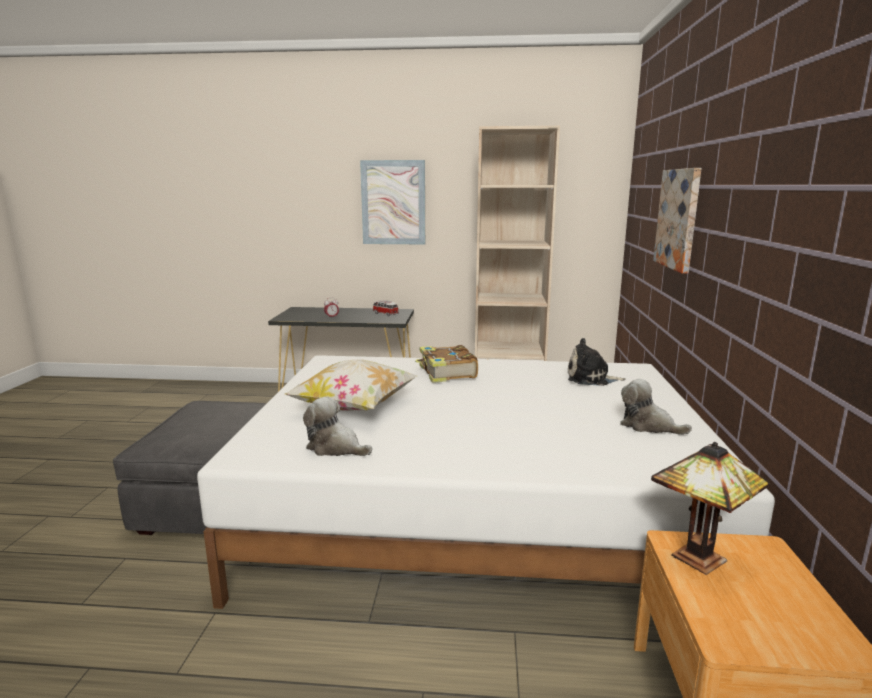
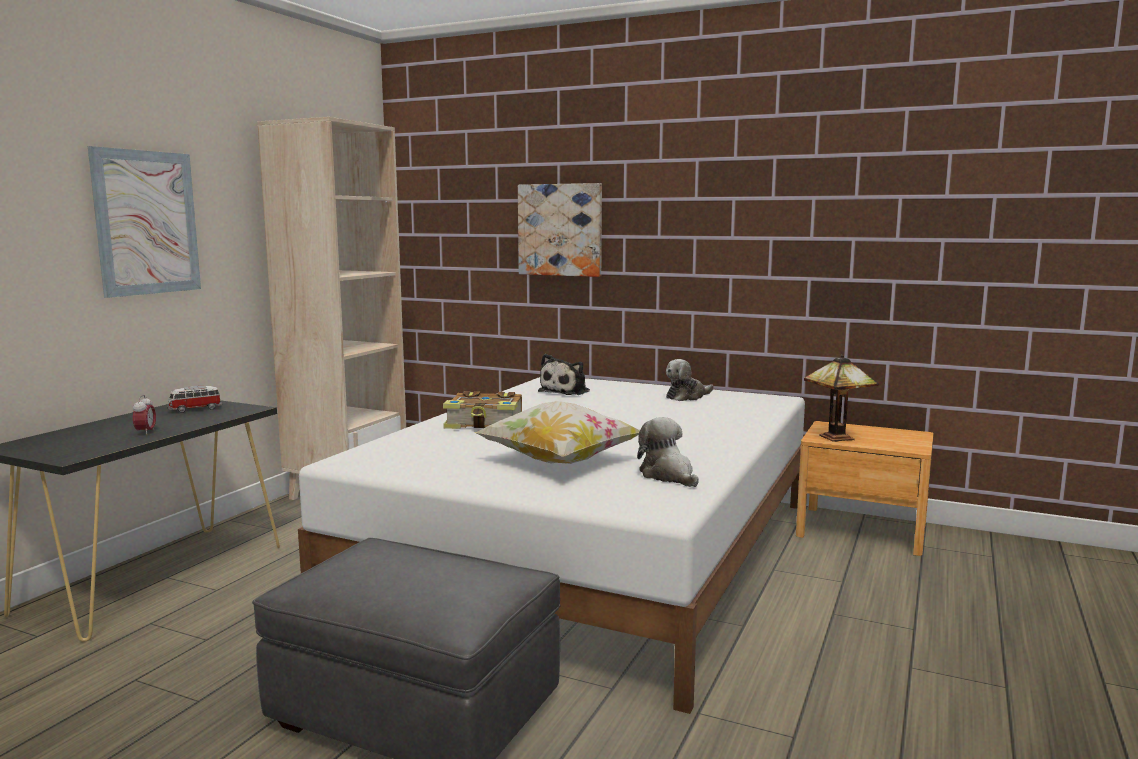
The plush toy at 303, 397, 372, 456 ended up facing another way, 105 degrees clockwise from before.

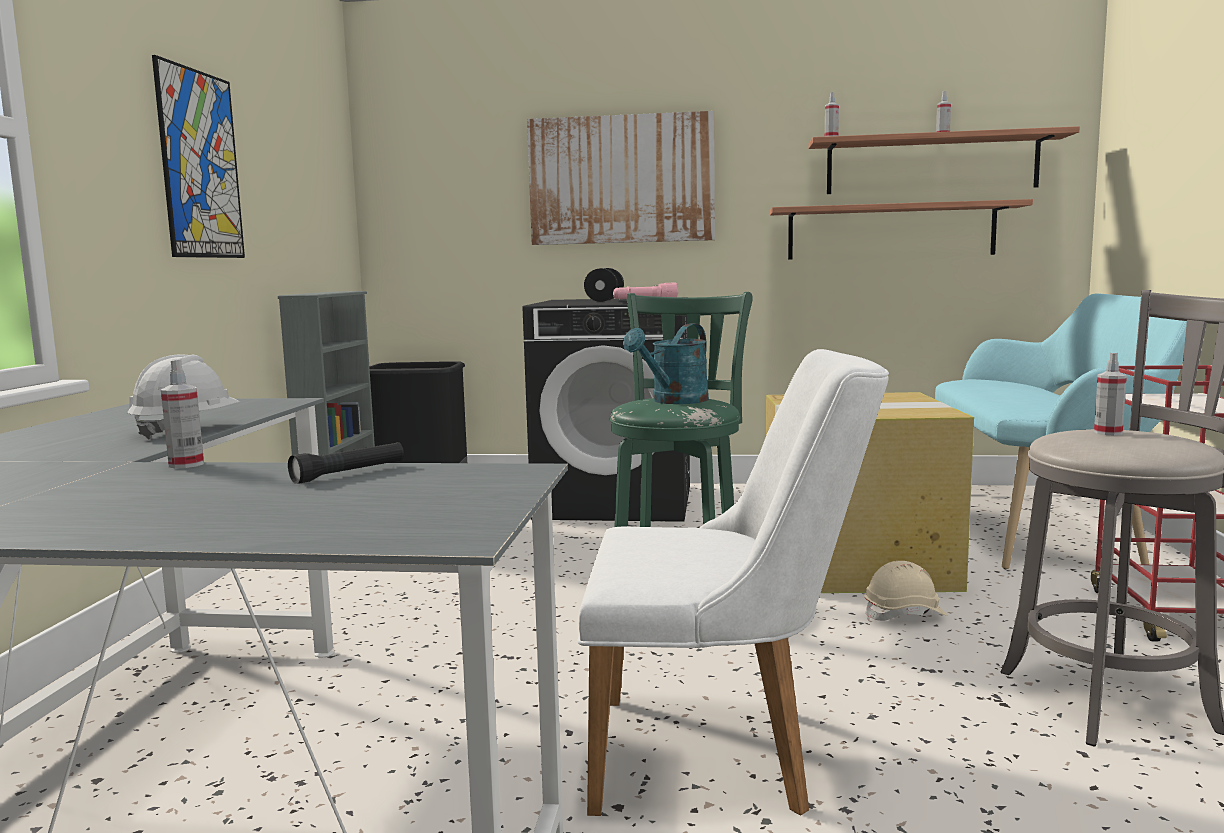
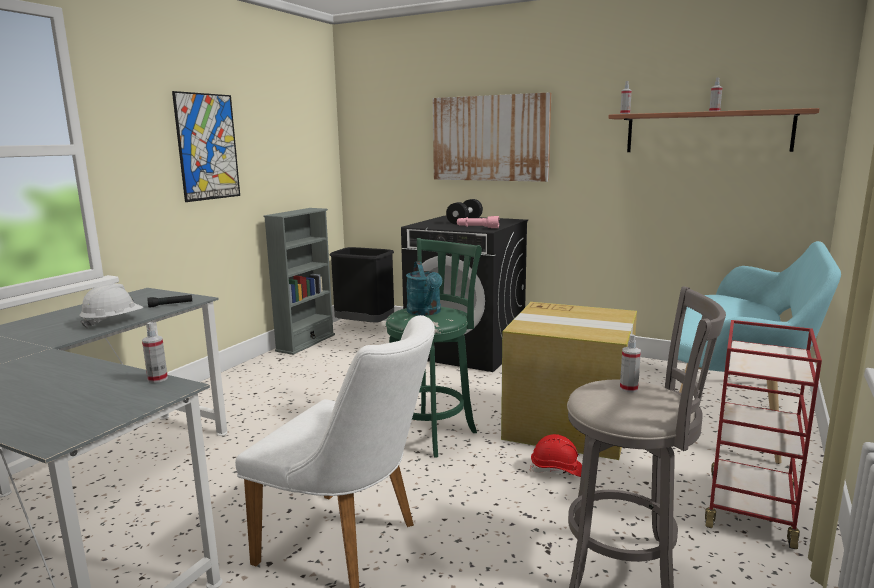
The spray bottle ended up elsewhere, having gone from 161, 359, 204, 468 to 142, 322, 168, 383. The black flashlight ended up elsewhere, having gone from 288, 442, 404, 484 to 147, 295, 193, 308. The turquoise watering can at 623, 323, 709, 404 ended up facing another way, 75 degrees counterclockwise from before. What was the beige hard hat at 864, 561, 948, 621 turned into the red hard hat at 530, 434, 582, 477. The second view lost the shelf at 770, 199, 1033, 260.

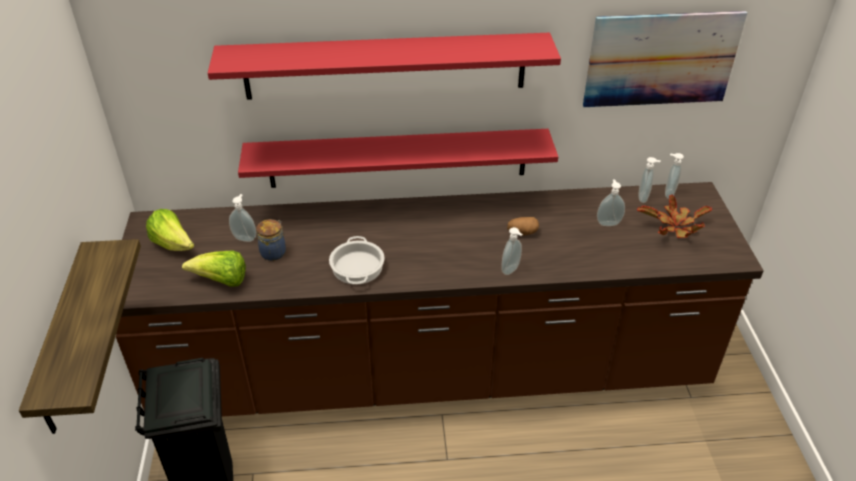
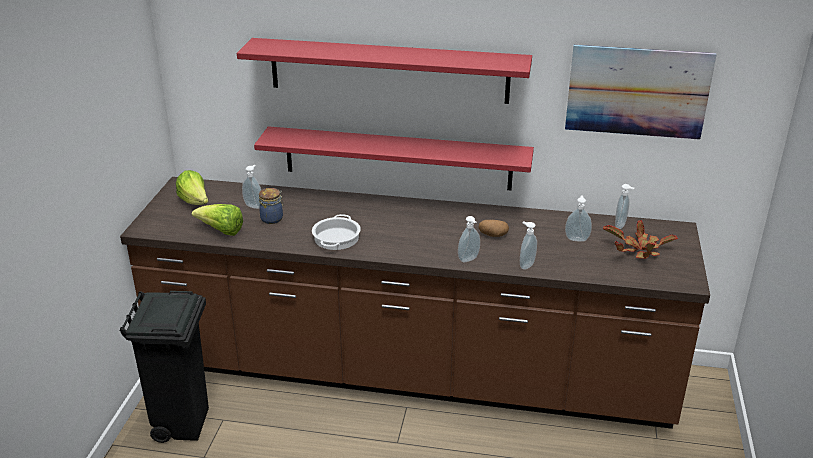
The soap dispenser ended up elsewhere, having gone from 665, 153, 684, 199 to 520, 221, 537, 270. The second view lost the shelf at 19, 239, 141, 434.

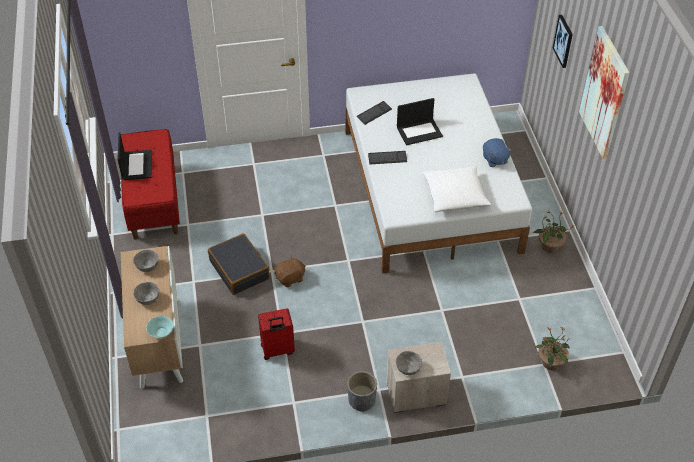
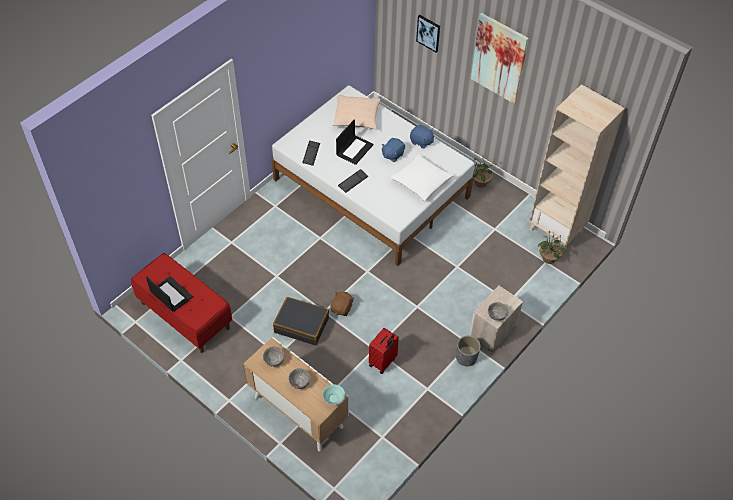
The second view gained the beige pillow at 333, 95, 380, 129. The second view gained the blue plush toy at 381, 138, 405, 162. The second view gained the beige bookcase at 529, 84, 625, 250.

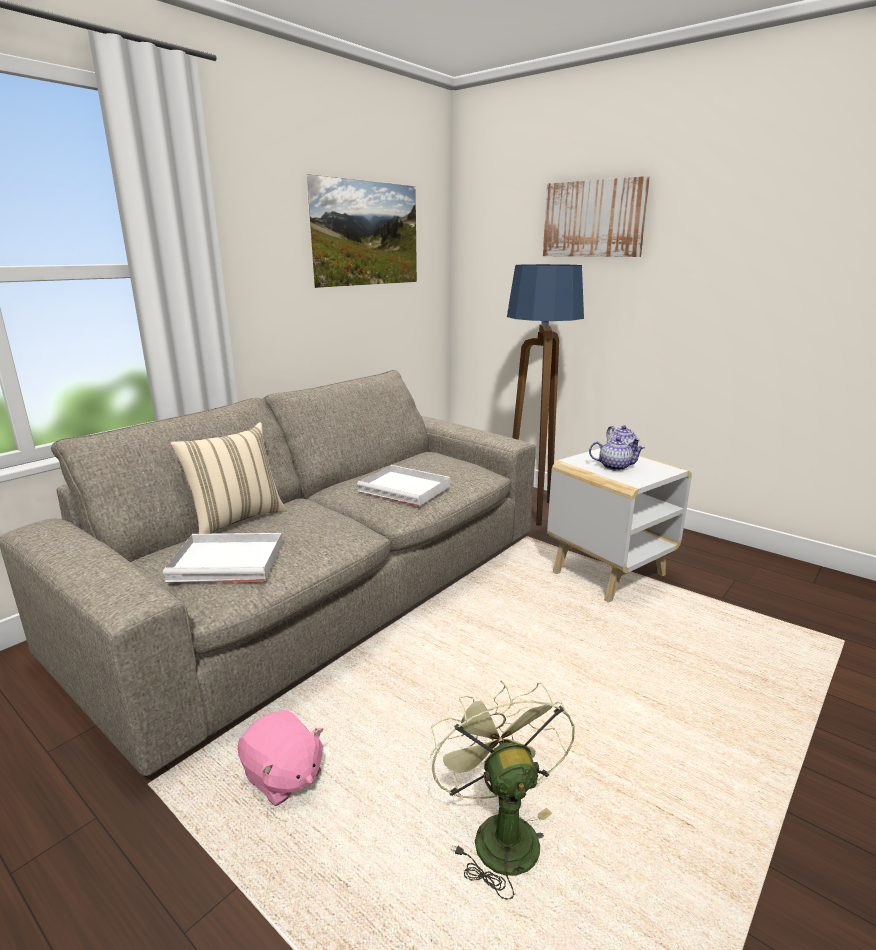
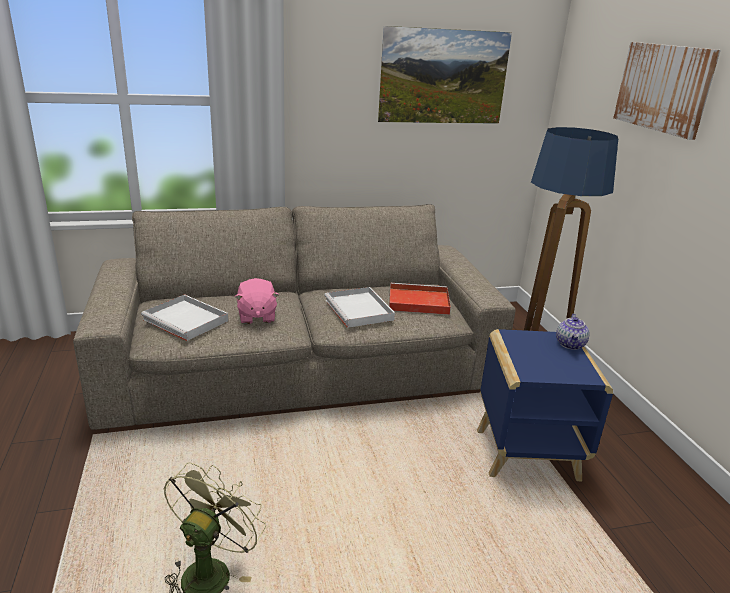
The pink plush toy ended up elsewhere, having gone from 238, 710, 324, 806 to 235, 278, 279, 324. The second view gained the red tray at 389, 283, 451, 315. What was the white side table at 547, 448, 692, 603 turned into the blue side table at 477, 329, 613, 481. The second view lost the beige pillow at 170, 422, 287, 534. The second view lost the teapot at 589, 437, 645, 471.

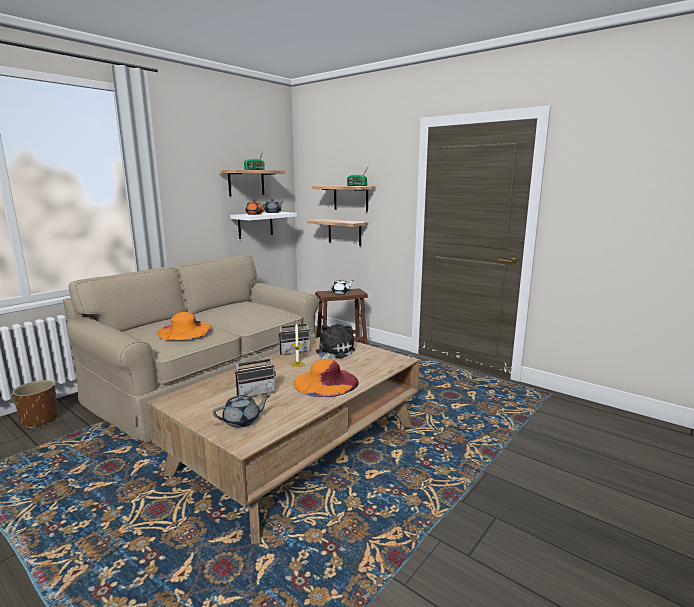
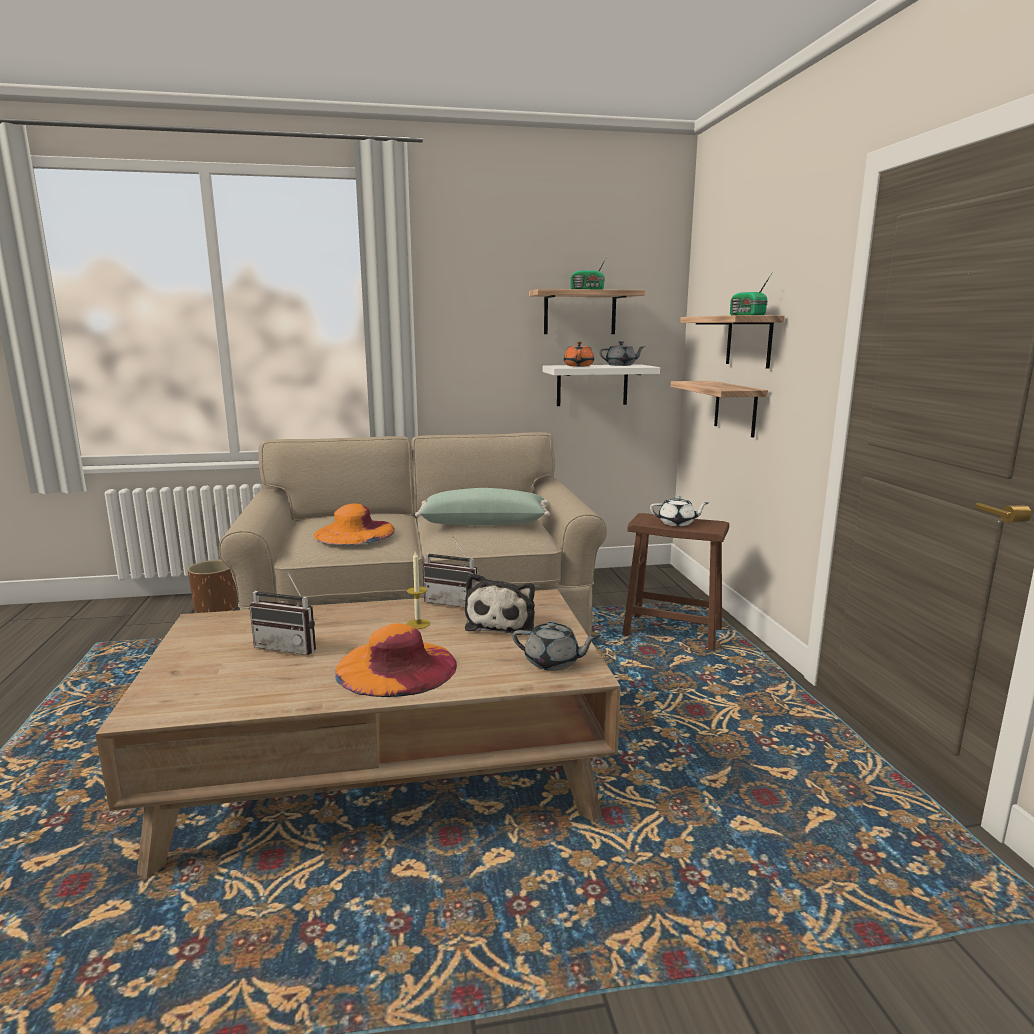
The second view gained the green pillow at 415, 488, 550, 525. The plush toy at 316, 324, 355, 359 ended up facing another way, 120 degrees clockwise from before. The grey teapot ended up elsewhere, having gone from 213, 395, 270, 428 to 512, 621, 599, 671.

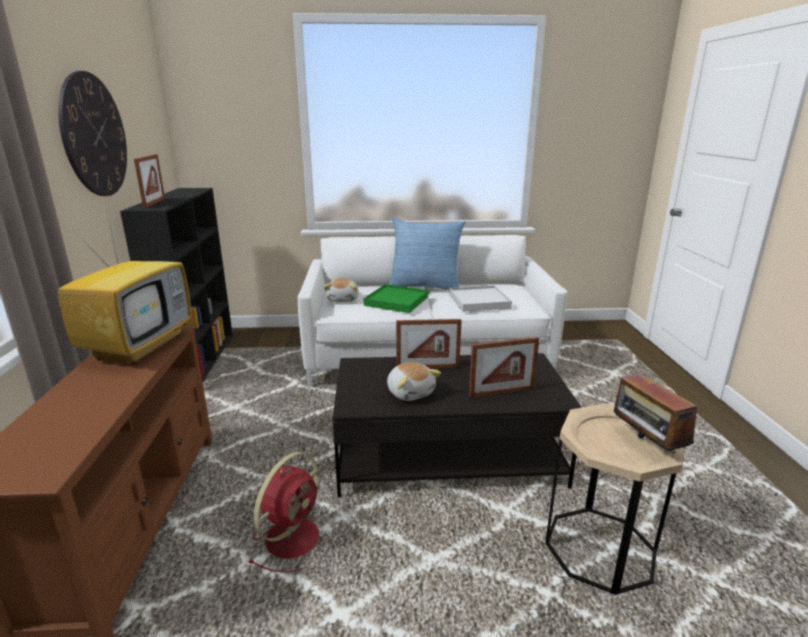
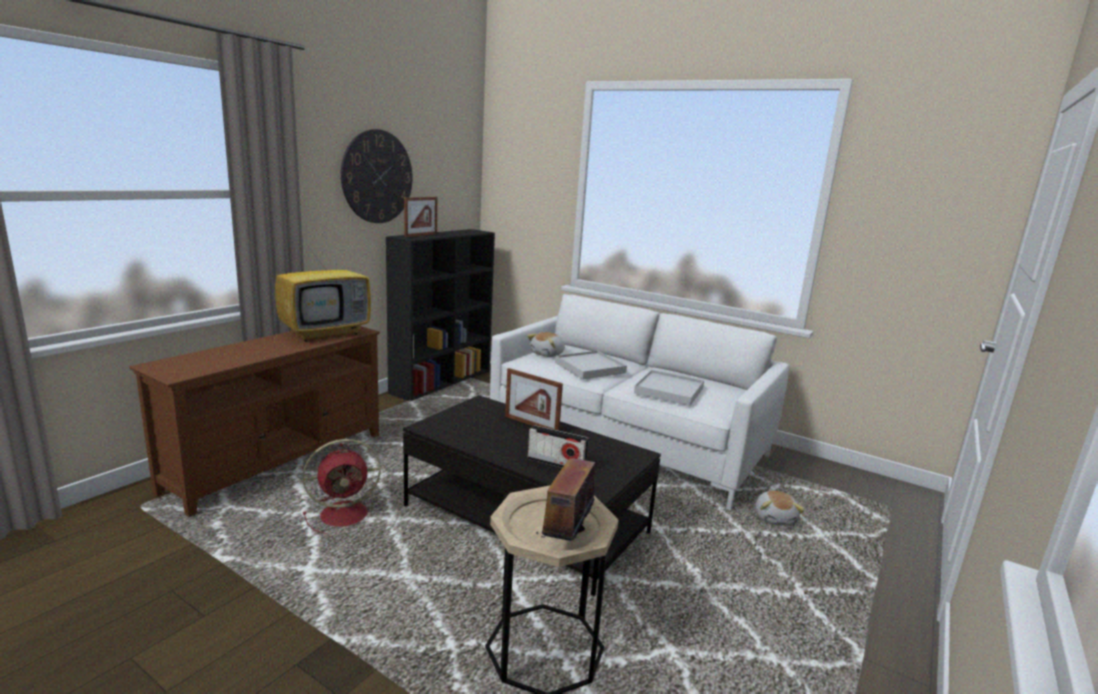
Where the picture frame stood at 469, 337, 539, 398, the radio came to stand at 528, 425, 589, 468. What was the green tray at 363, 284, 428, 313 turned into the white tray at 555, 351, 627, 379. The plush toy ended up elsewhere, having gone from 387, 362, 441, 401 to 755, 491, 805, 526. The second view lost the pillow at 389, 218, 466, 290.

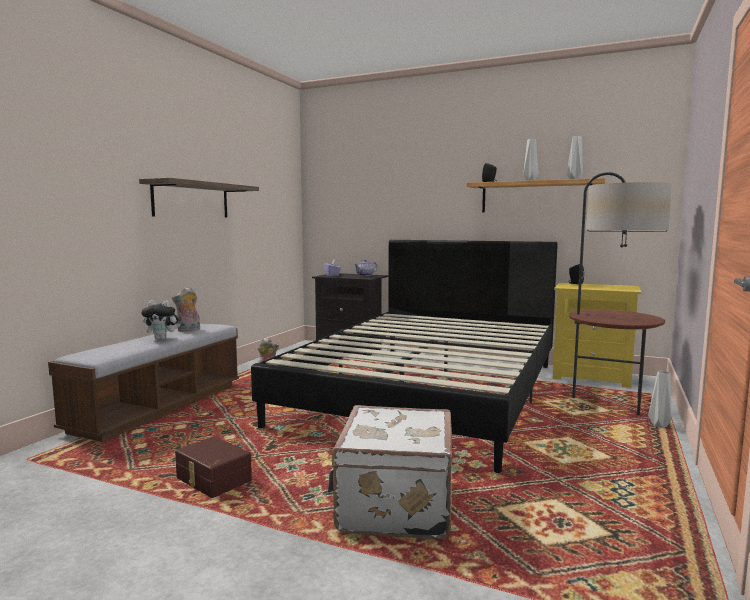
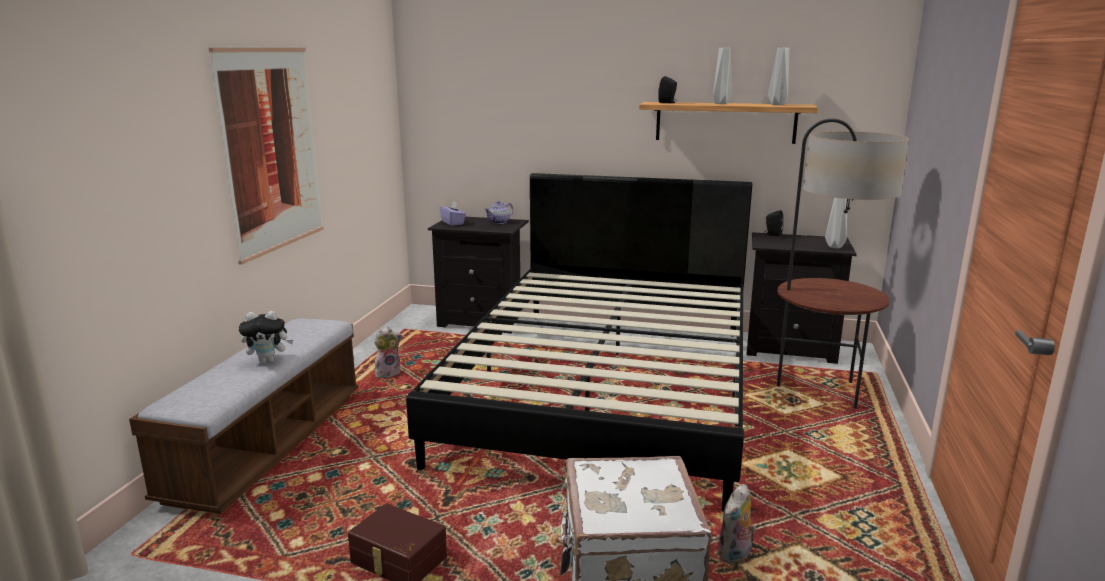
Where the shelf hung at 139, 178, 259, 218, the picture came to hang at 209, 46, 324, 265. The plush toy ended up elsewhere, having gone from 172, 287, 200, 332 to 718, 484, 756, 563. What was the yellow nightstand at 553, 283, 642, 388 turned into the black nightstand at 746, 232, 857, 364. The grey vase ended up elsewhere, having gone from 648, 371, 671, 428 to 825, 198, 848, 248.

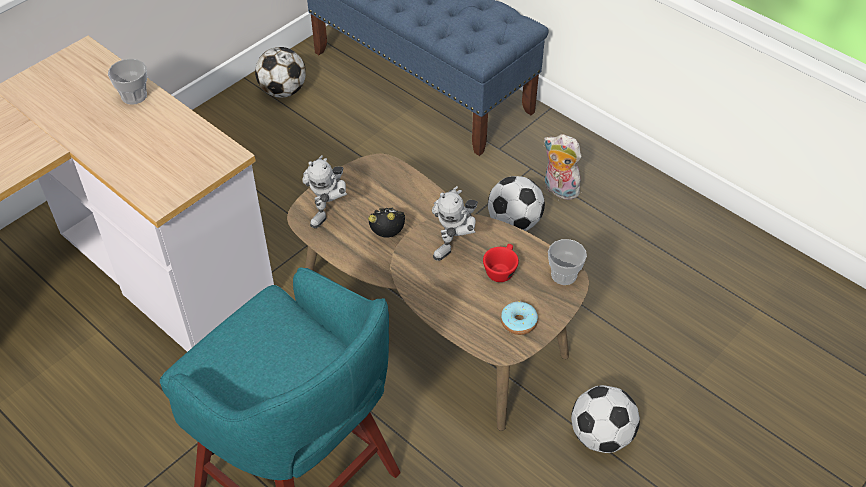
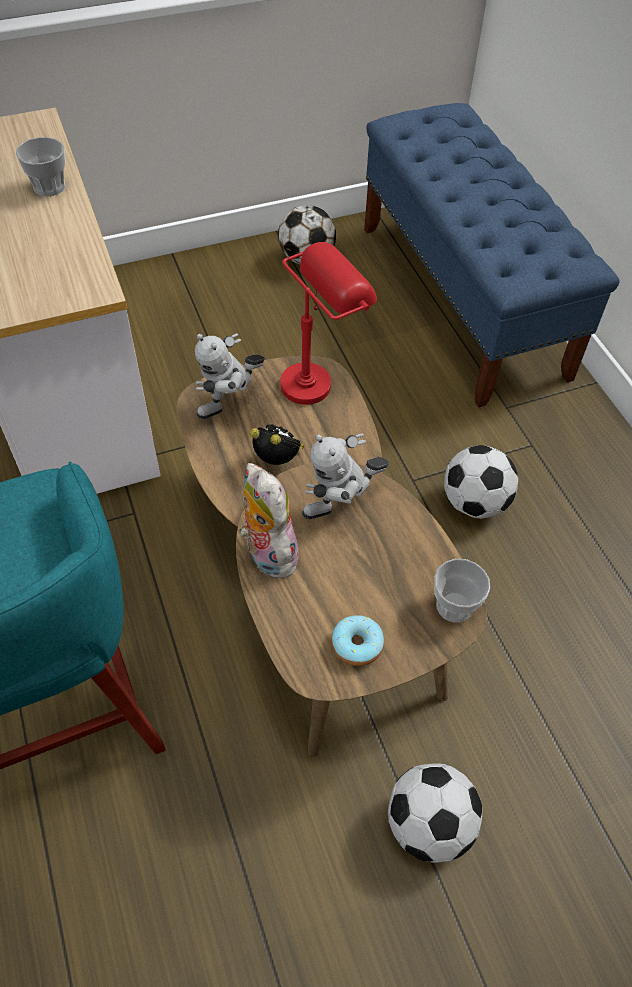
The plush toy ended up elsewhere, having gone from 544, 134, 582, 200 to 239, 463, 299, 578. The second view gained the red table lamp at 280, 242, 377, 405. The second view lost the red cup at 483, 244, 519, 282.

